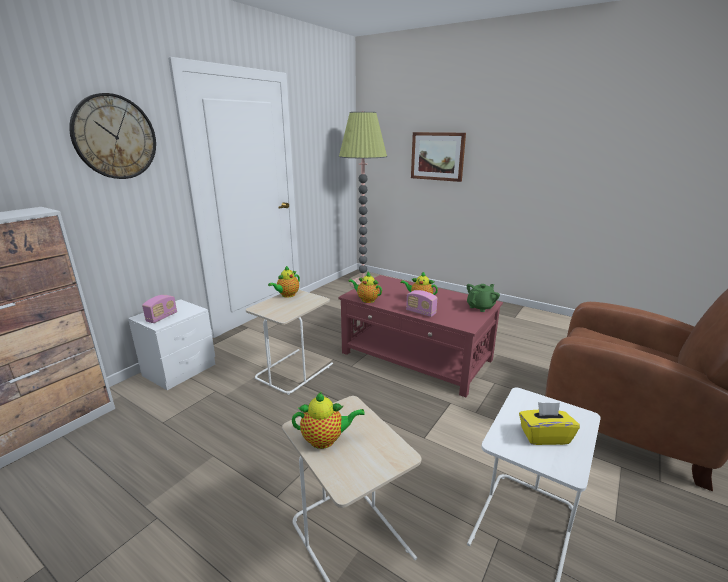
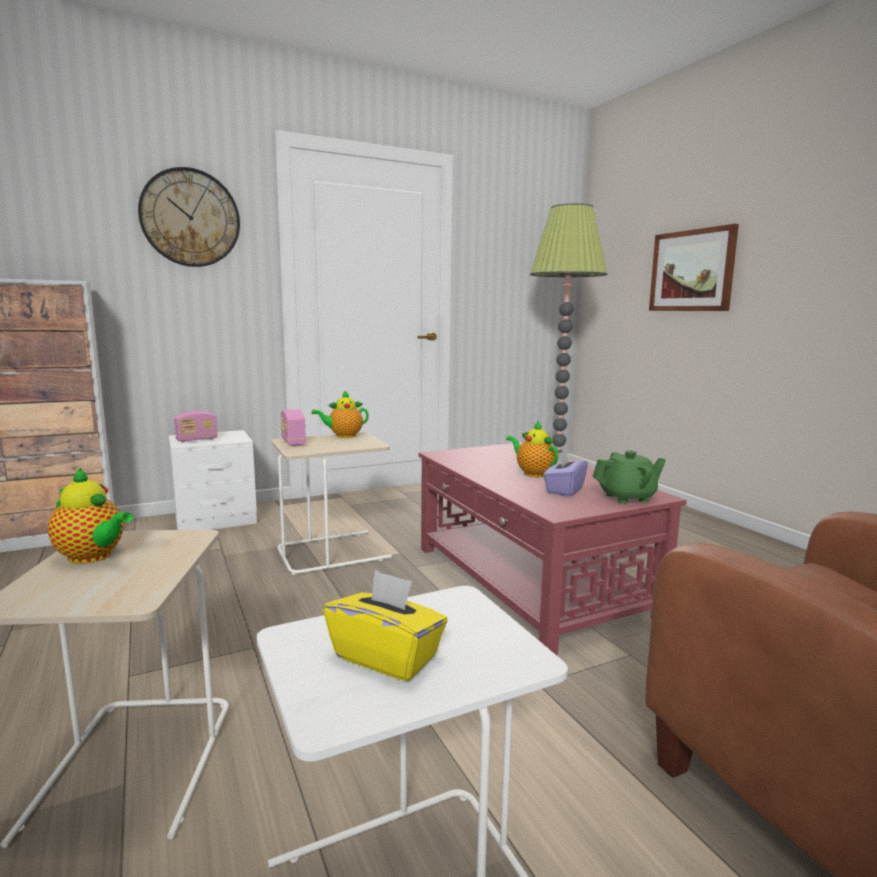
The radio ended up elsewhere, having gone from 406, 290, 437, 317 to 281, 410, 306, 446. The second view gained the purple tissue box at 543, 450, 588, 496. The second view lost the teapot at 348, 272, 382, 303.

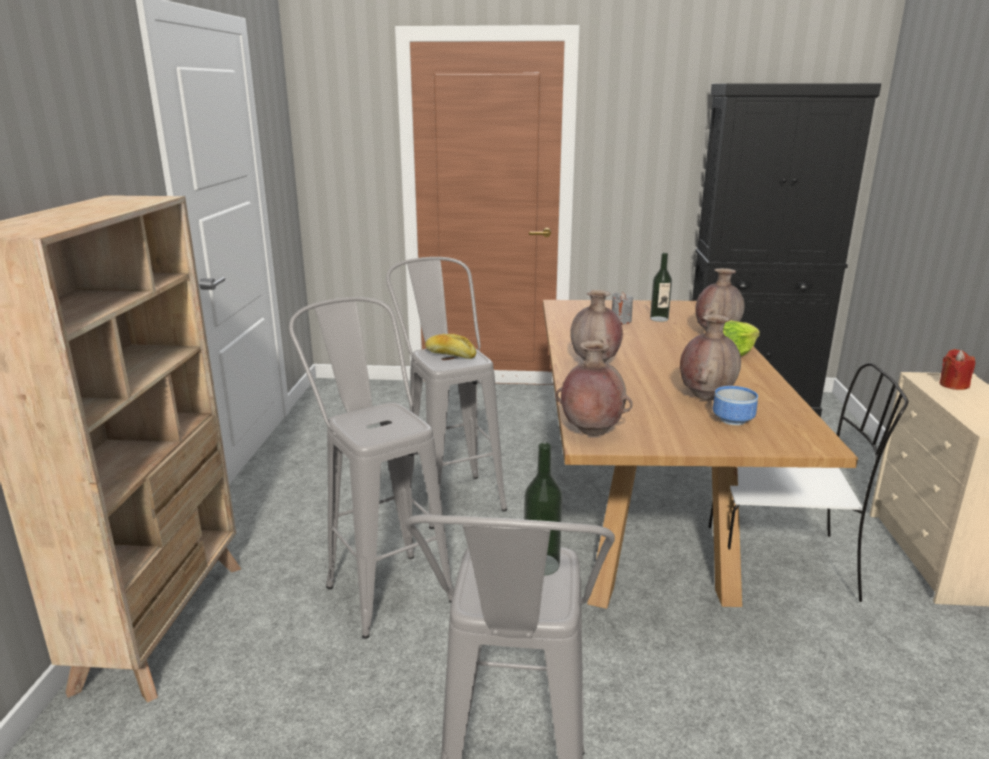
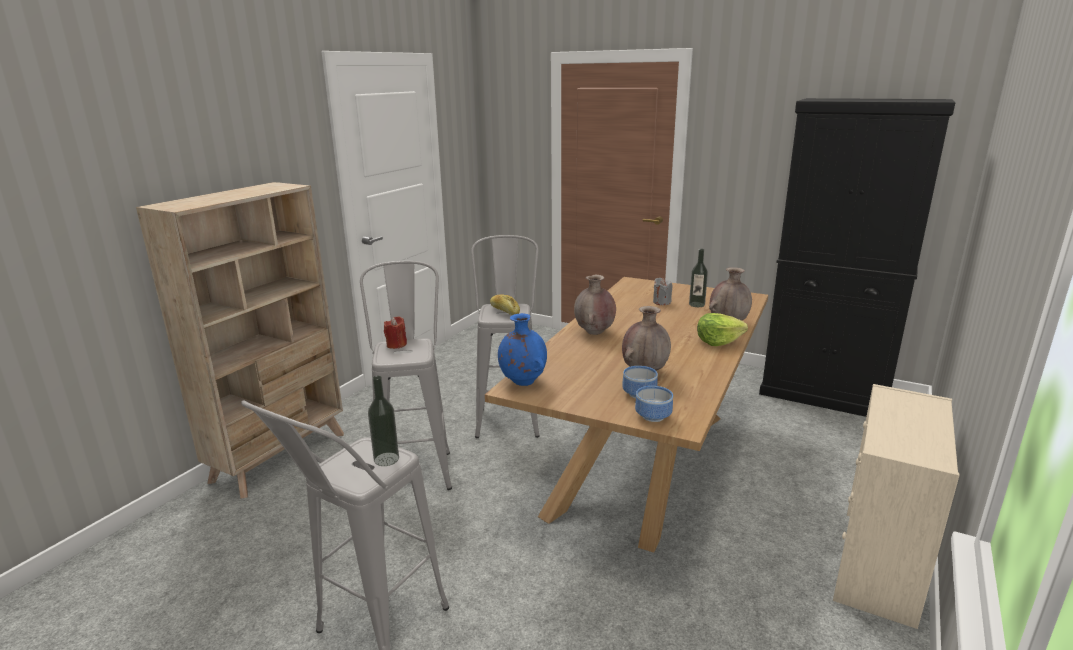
The red candle ended up elsewhere, having gone from 939, 349, 975, 390 to 384, 317, 407, 349. What was the brown vase at 555, 341, 633, 436 turned into the blue vase at 498, 313, 547, 386. The second view gained the bowl at 635, 386, 673, 422. The second view lost the white chair at 709, 363, 908, 602.

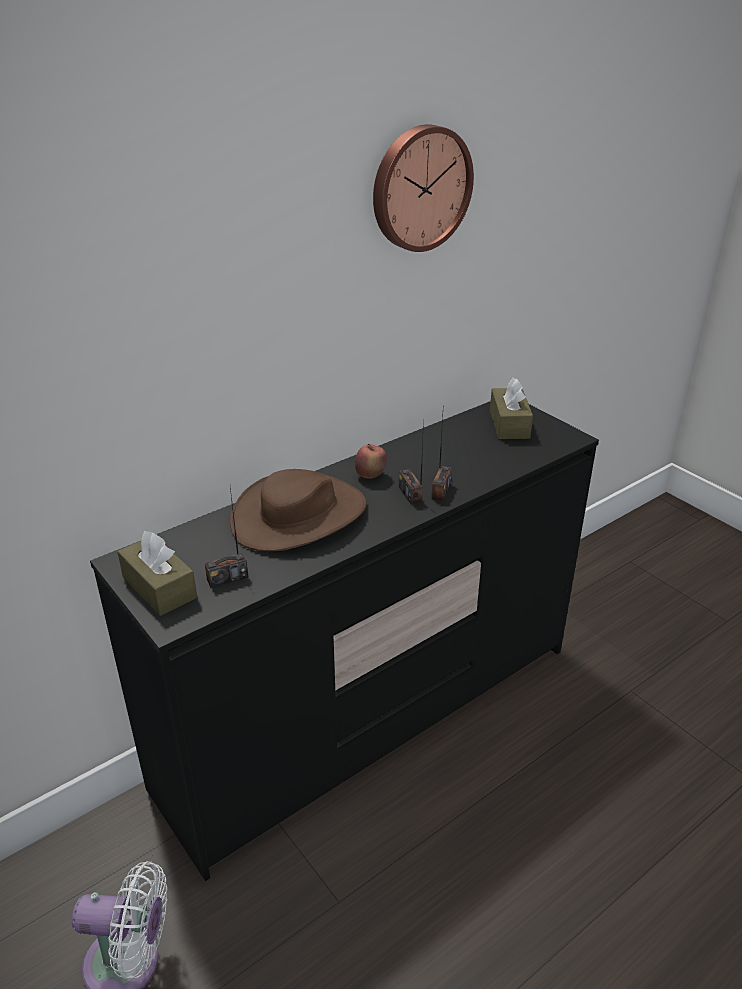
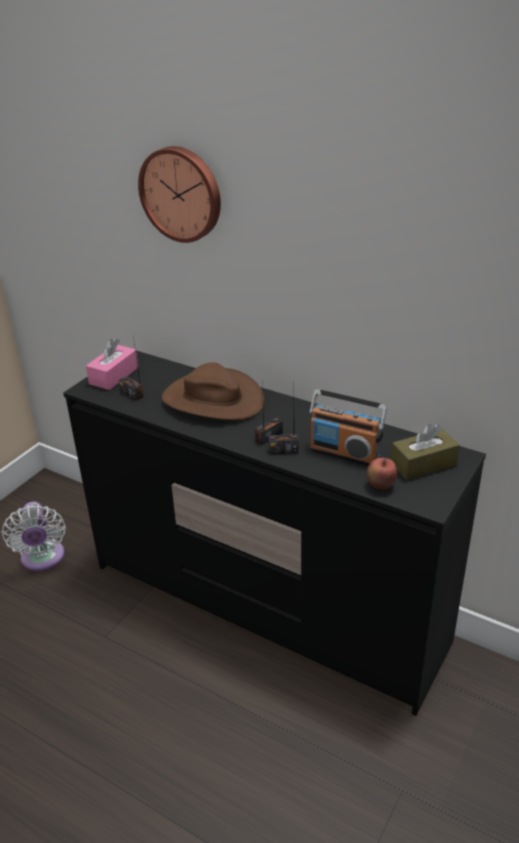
What was the brown tissue box at 118, 531, 197, 616 turned into the pink tissue box at 86, 338, 139, 390. The wall clock ended up elsewhere, having gone from 373, 124, 474, 252 to 138, 146, 221, 243. The second view gained the radio at 310, 389, 387, 466. The apple ended up elsewhere, having gone from 355, 444, 387, 478 to 367, 458, 397, 489.

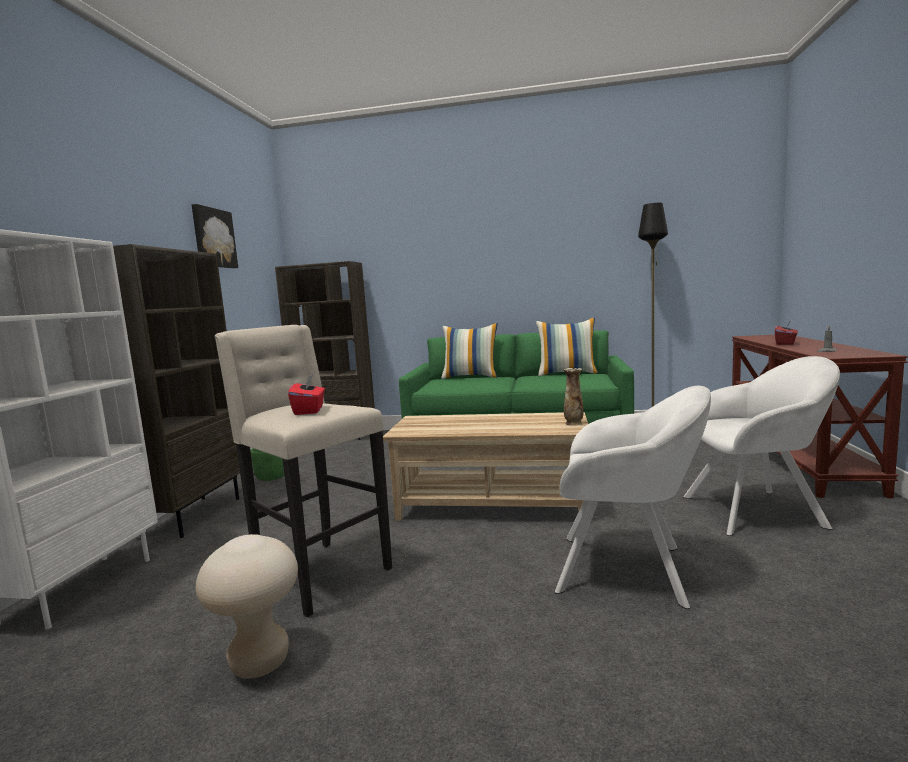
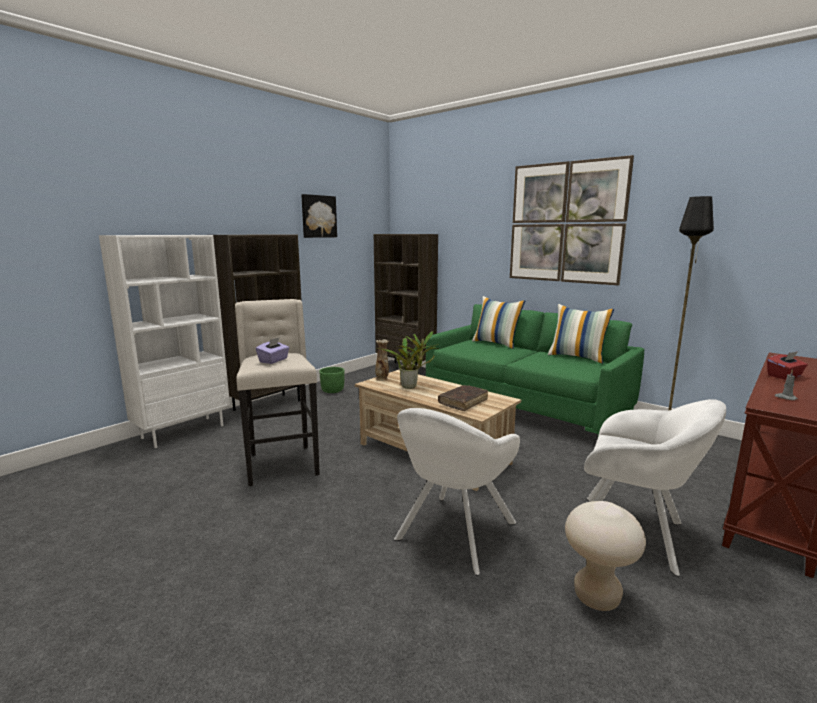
What was the red tissue box at 288, 374, 325, 415 turned into the purple tissue box at 256, 338, 290, 364. The vase ended up elsewhere, having gone from 564, 368, 584, 426 to 375, 339, 389, 381. The second view gained the potted plant at 377, 331, 439, 389. The white armchair at 555, 386, 711, 609 ended up facing another way, 75 degrees clockwise from before. The second view gained the brown book at 438, 385, 488, 411. The second view gained the picture at 510, 155, 634, 286. The beige stool ended up elsewhere, having gone from 196, 534, 298, 679 to 565, 501, 646, 611.

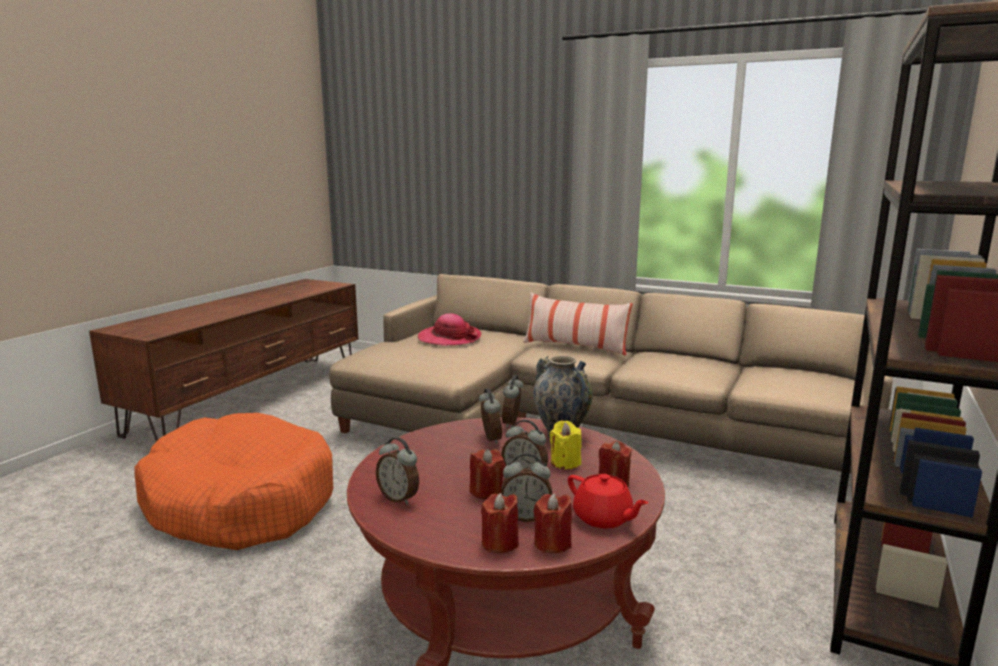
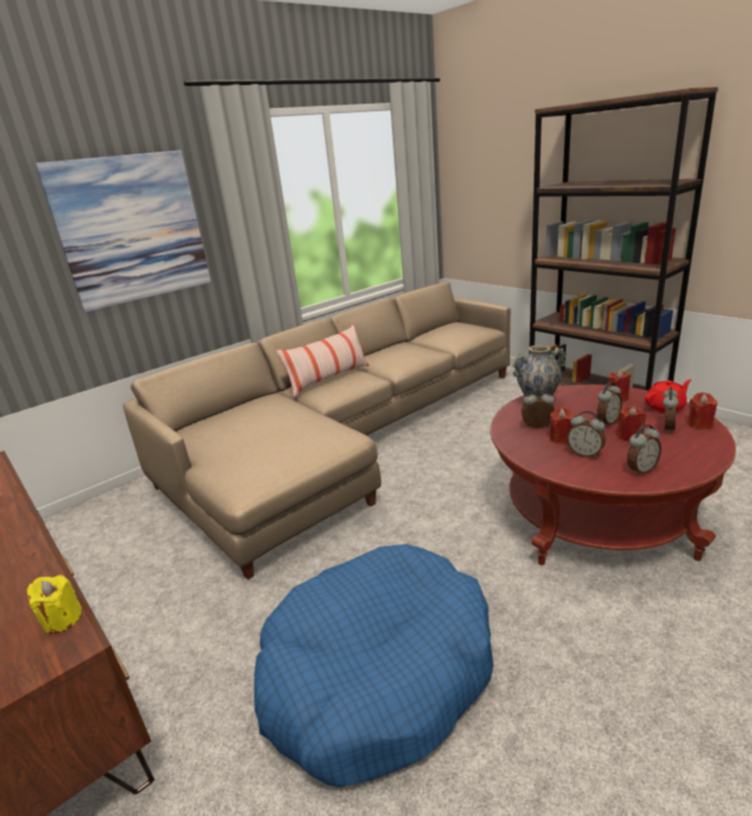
The yellow candle ended up elsewhere, having gone from 550, 421, 582, 469 to 27, 575, 82, 634. The second view gained the picture at 35, 150, 211, 312. What was the orange dog bed at 135, 413, 333, 550 turned into the blue dog bed at 254, 544, 494, 787. The red candle ended up elsewhere, having gone from 481, 493, 519, 553 to 550, 407, 574, 444. The alarm clock ended up elsewhere, having gone from 502, 375, 523, 428 to 566, 411, 606, 458. The second view lost the hat at 418, 313, 481, 346.

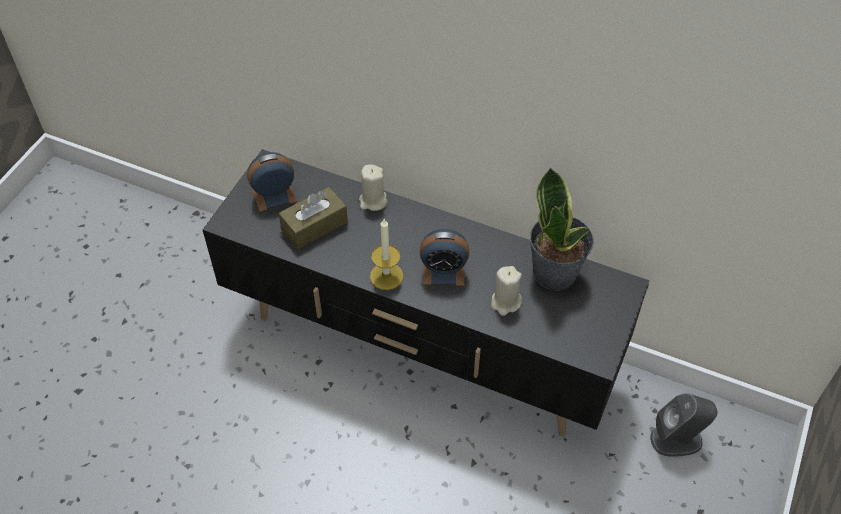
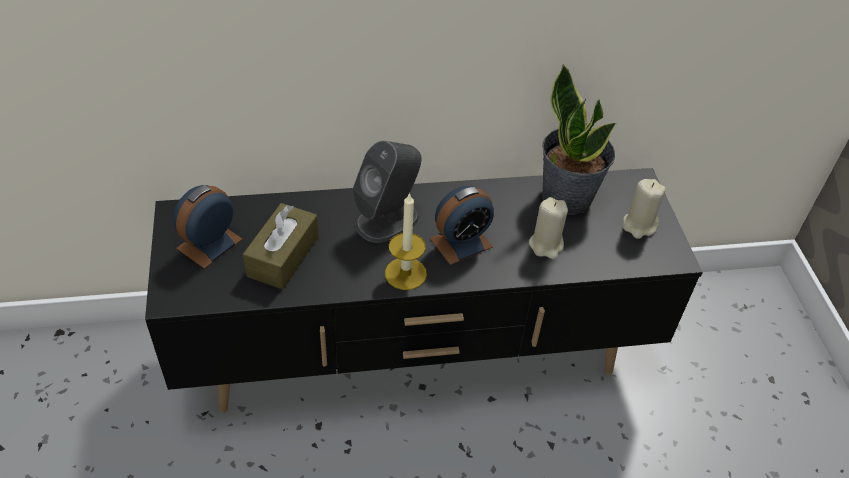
The grey speaker ended up elsewhere, having gone from 650, 393, 717, 457 to 353, 141, 421, 243. The beige candle ended up elsewhere, having gone from 359, 164, 388, 211 to 623, 179, 666, 239.

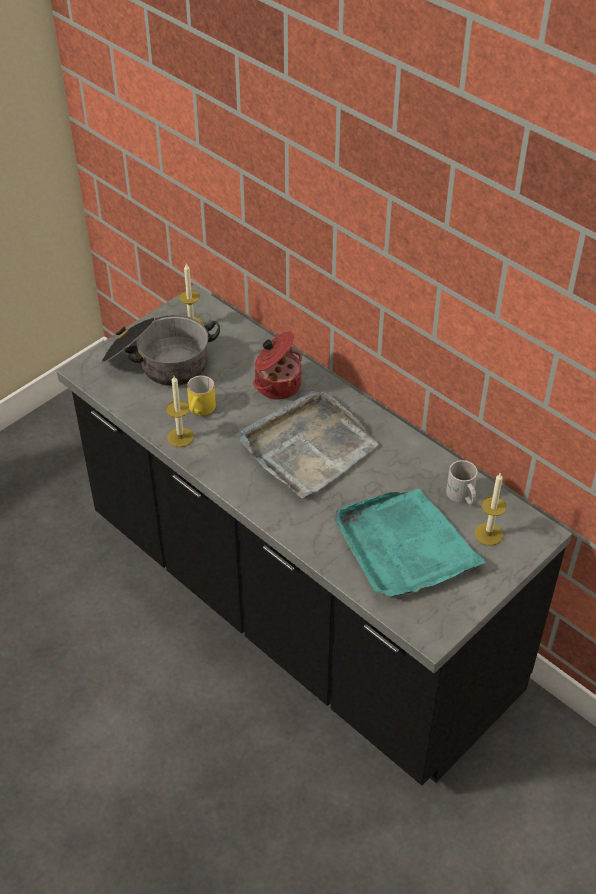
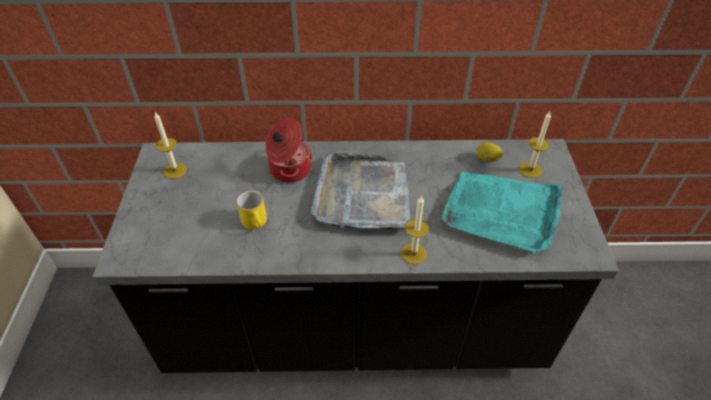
The candle ended up elsewhere, having gone from 166, 376, 194, 447 to 401, 195, 429, 265. Where the white mug stood at 446, 460, 478, 505, the lemon came to stand at 477, 142, 504, 162. The second view lost the cooking pot at 101, 315, 220, 386.

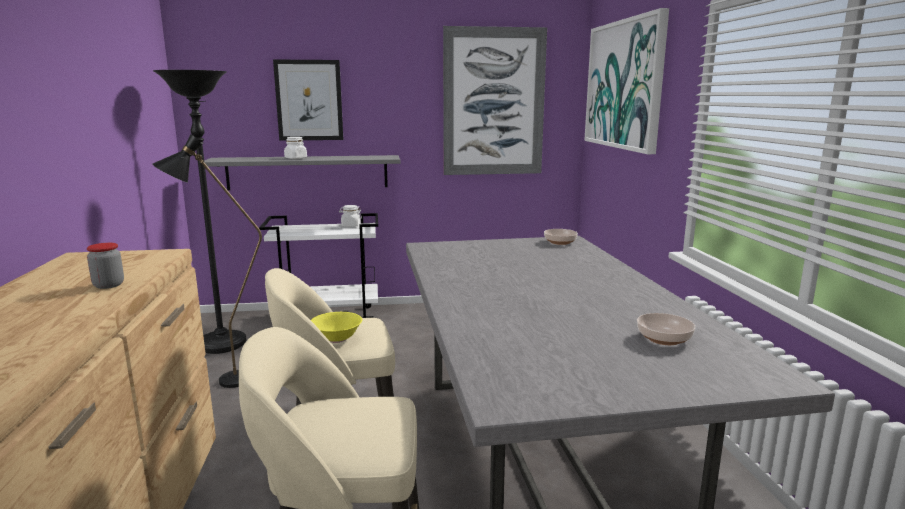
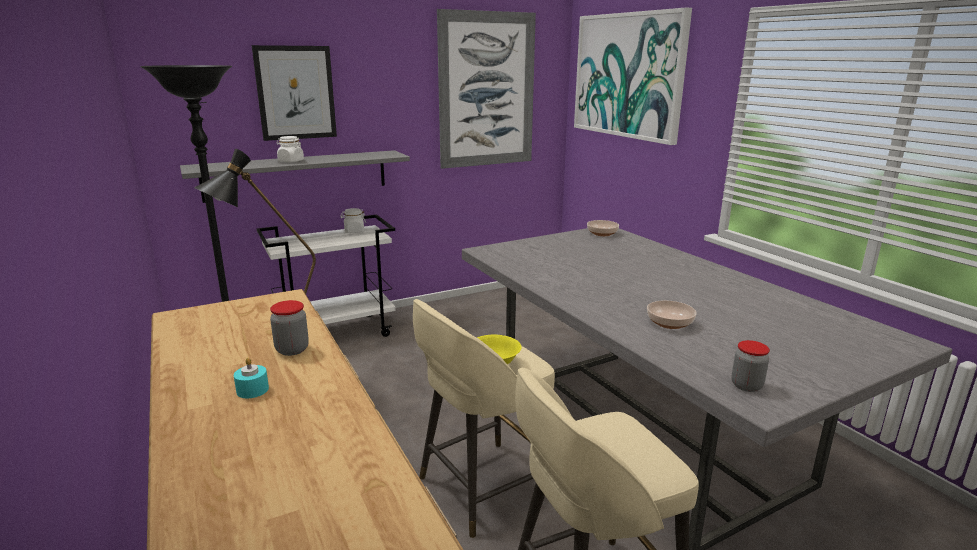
The second view gained the turquoise candle at 234, 358, 269, 398. The bowl ended up elsewhere, having gone from 637, 313, 696, 345 to 647, 300, 697, 329. The second view gained the jar at 732, 340, 770, 392.

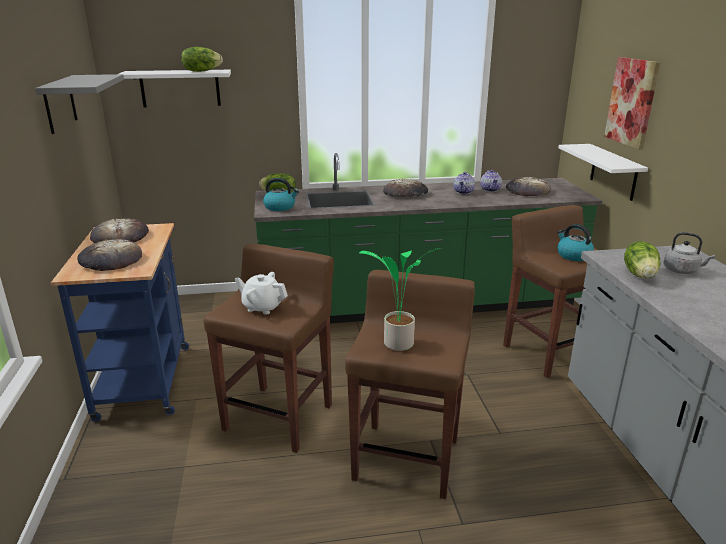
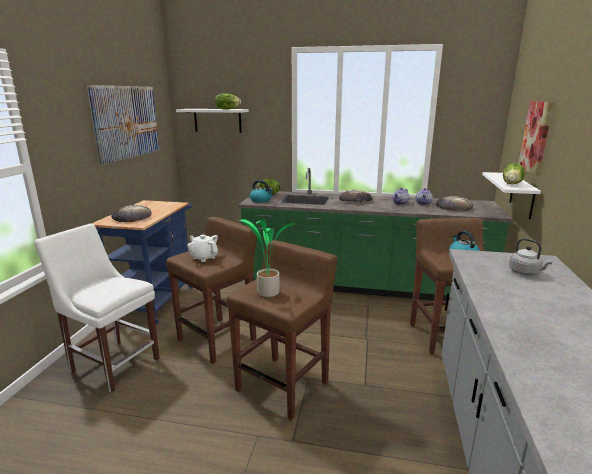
The second view gained the white chair at 35, 223, 159, 393. Where the grey shelf hung at 35, 74, 124, 134, the picture came to hang at 87, 85, 159, 165. The lettuce ended up elsewhere, having gone from 624, 241, 660, 278 to 503, 163, 525, 184. The second view lost the bread at 90, 218, 149, 243.

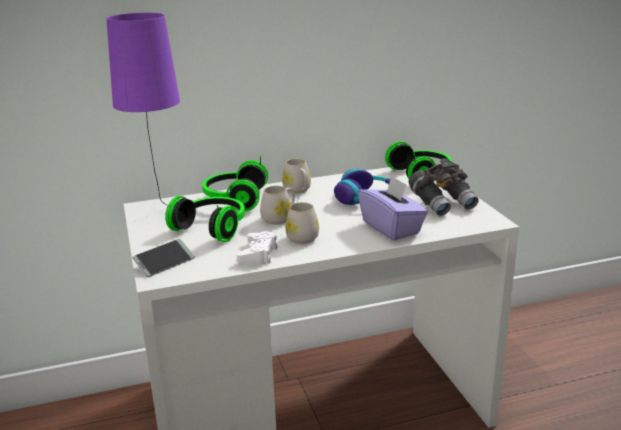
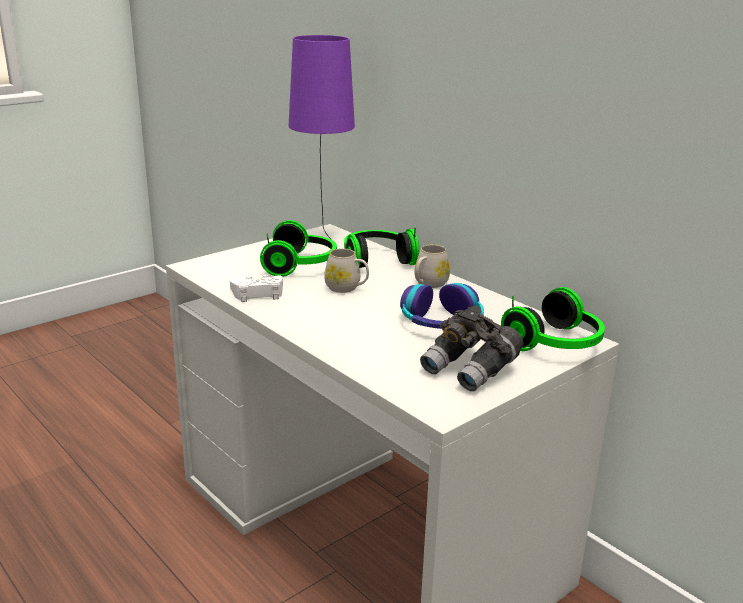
The second view lost the phone at 133, 239, 195, 277. The second view lost the white mug at 285, 202, 319, 244. The second view lost the purple tissue box at 358, 176, 428, 241.

